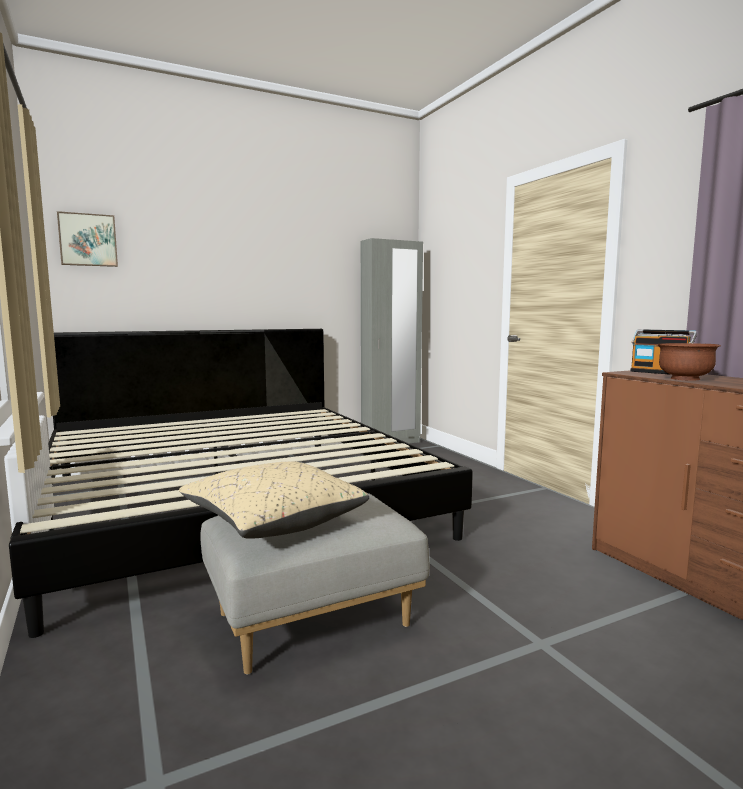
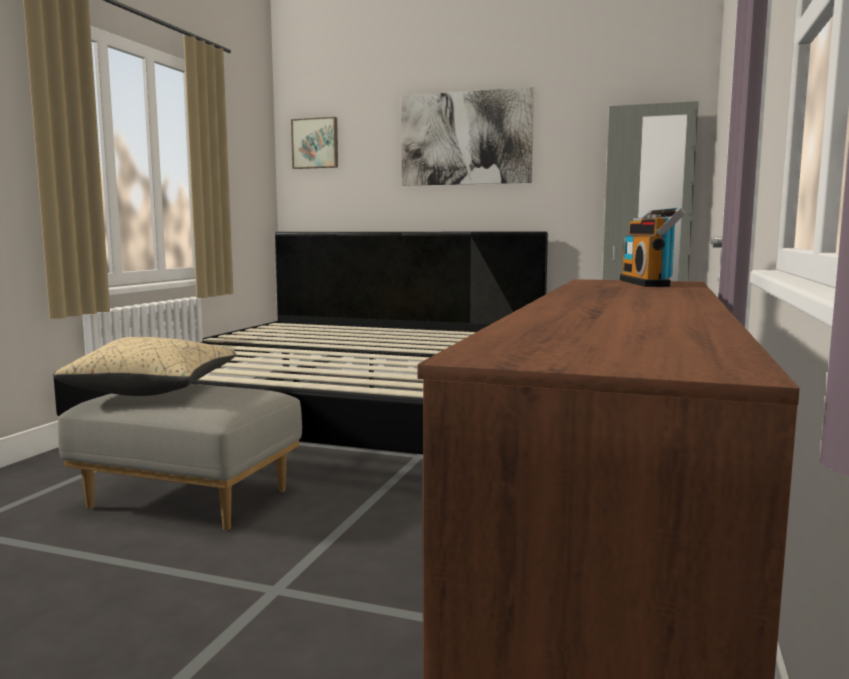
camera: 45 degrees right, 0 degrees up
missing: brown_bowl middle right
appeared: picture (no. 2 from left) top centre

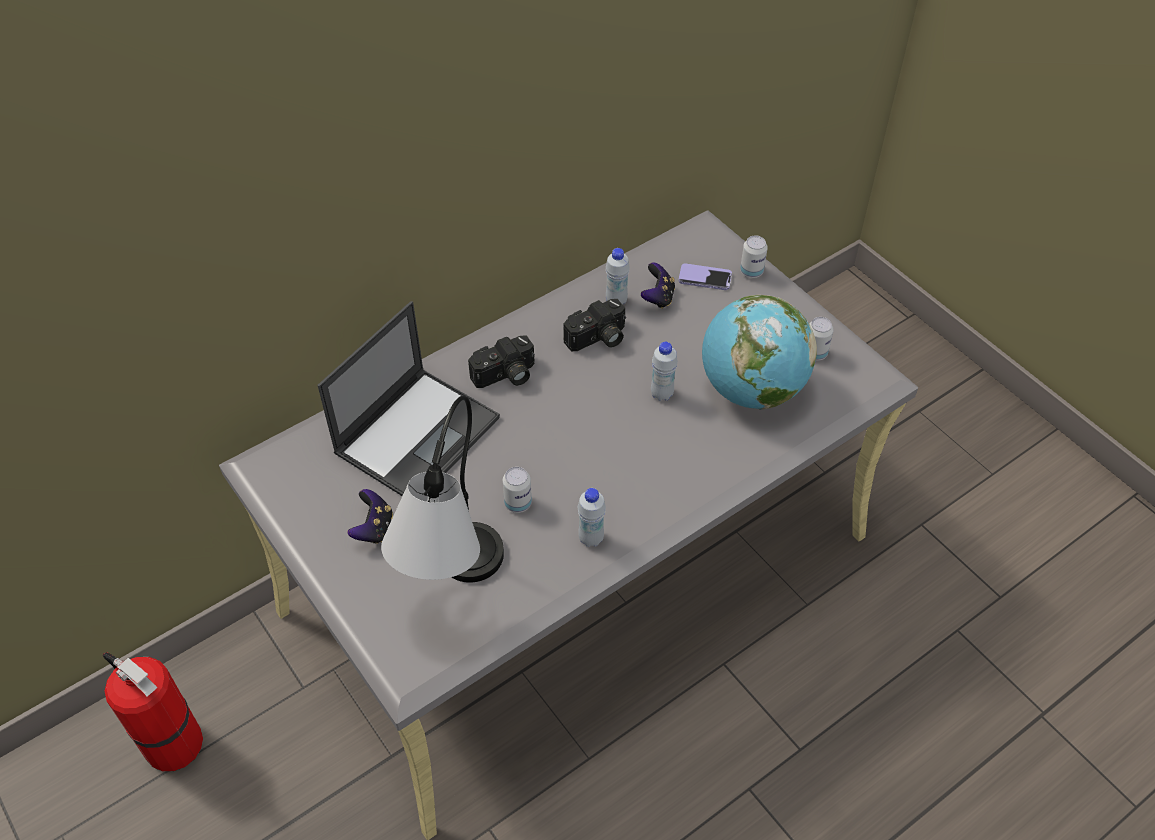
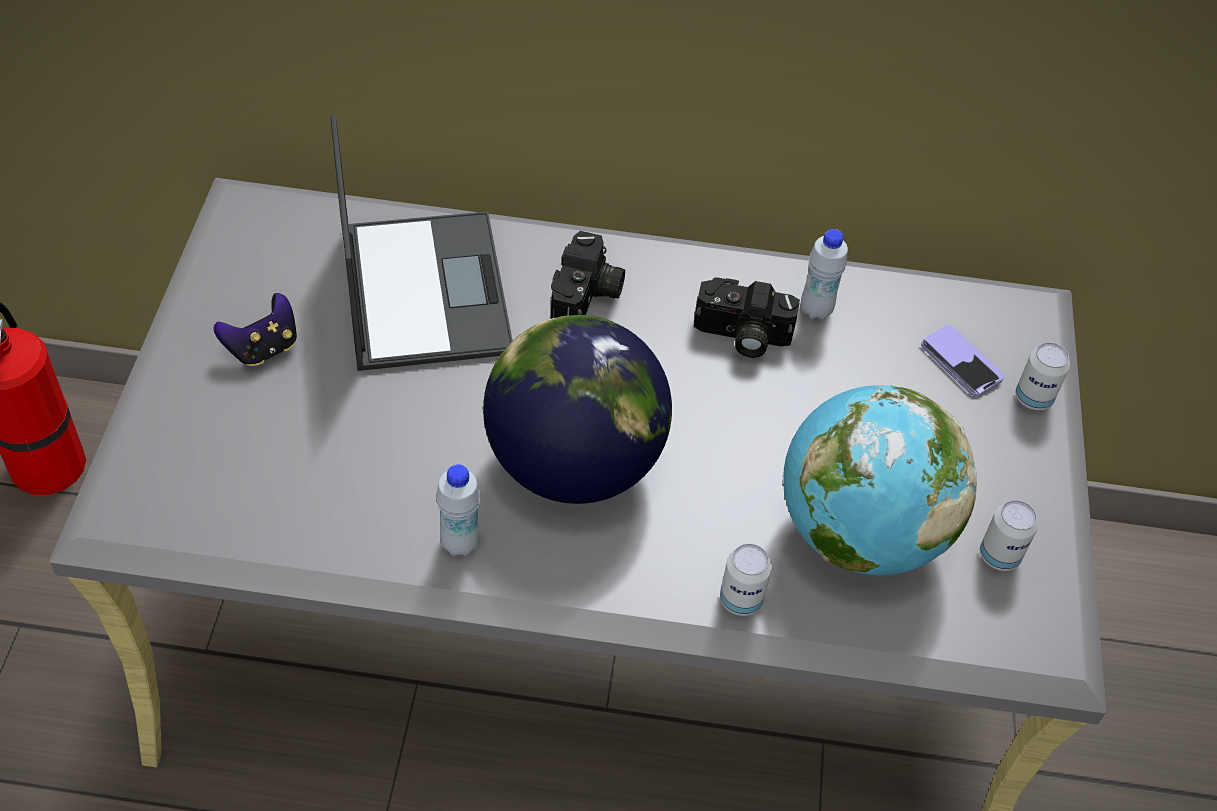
camera: 40 degrees right, 0 degrees up
missing: table_lamp centre; game_controller (no. 2 from left) centre; white_bottle (no. 3 from left) centre
appeared: globe (no. 1 from left) centre
relocated: can (no. 1 from left) centre to bottom centre
spun: laptop centre = top centre 90 degrees counterclockwise; photo_camera (no. 1 from left) centre = centre 90 degrees counterclockwise

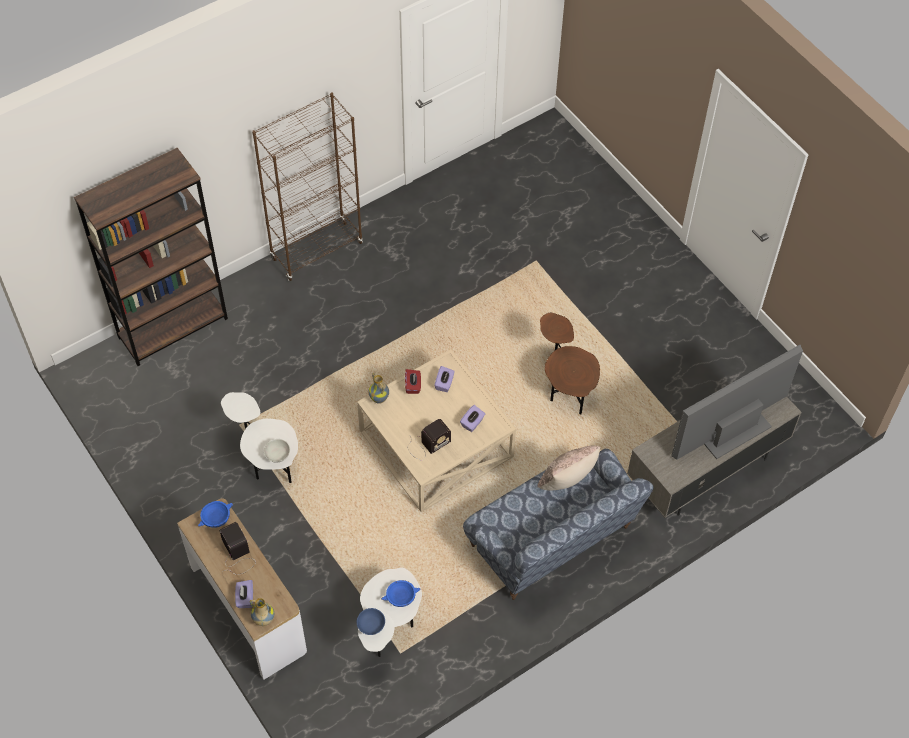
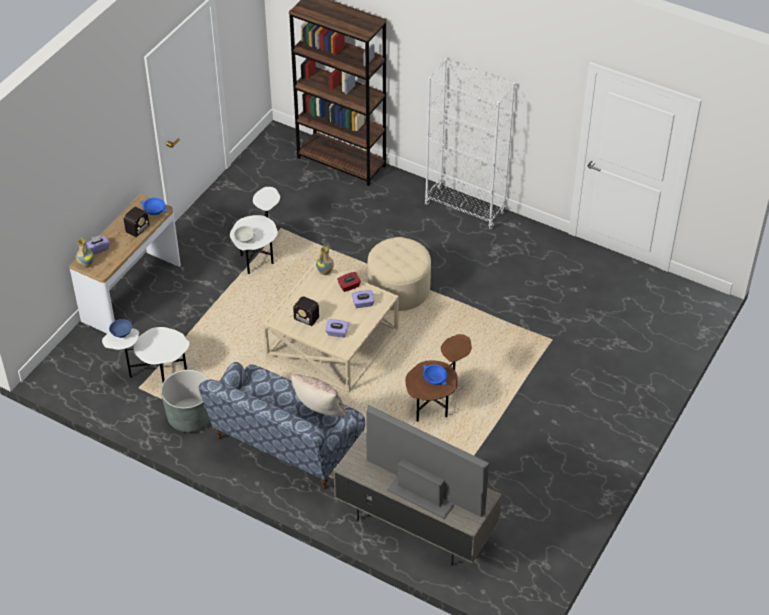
camera: 65 degrees right, 10 degrees down
appeared: grey_planter middle left; beige_ottoman centre
relocated: blue_bowl (no. 3 from left) bottom centre to centre
colour: brown_bookcase (no. 2 from left) top centre to white_bookcase top centre

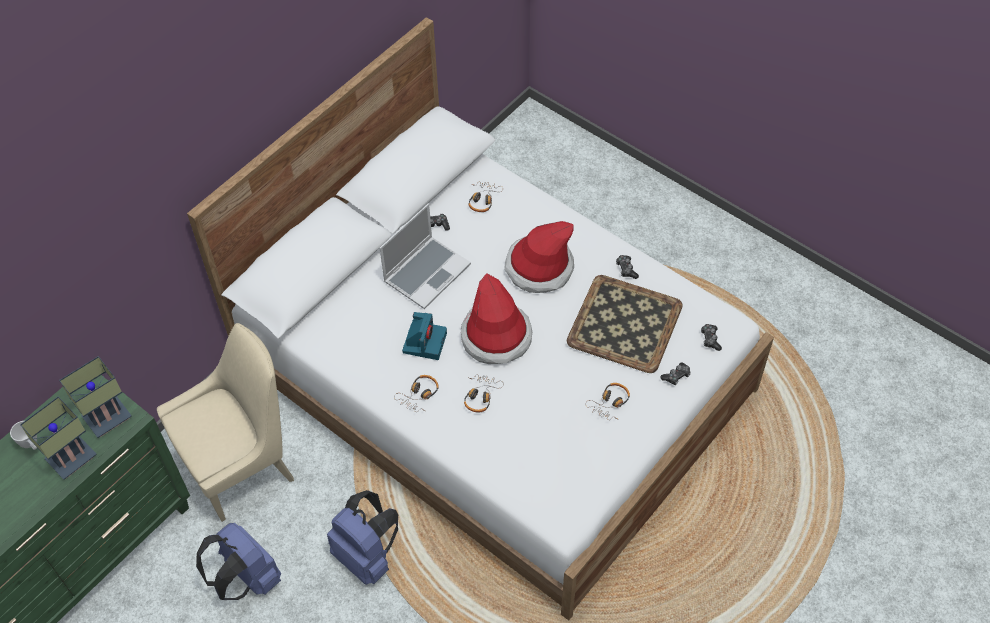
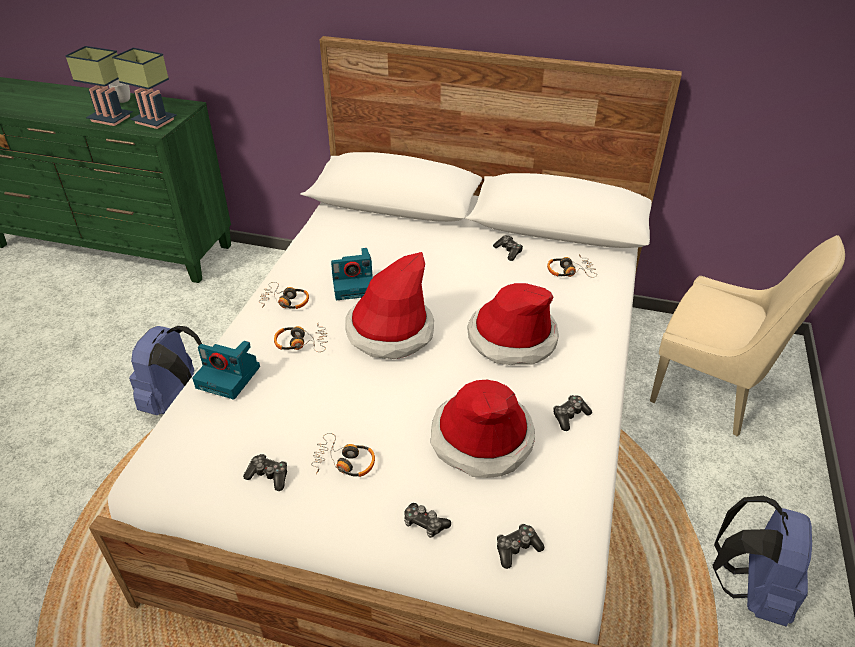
camera: 65 degrees right, 15 degrees down
missing: laptop centre
appeared: photo_camera (no. 1 from left) middle left; game_controller (no. 1 from left) bottom left
relocated: beige_chair bottom left to middle right; blue_backpack (no. 1 from left in the first image) bottom left to blue_backpack (no. 2 from left) bottom right
exchanged: tray centre to hat (no. 2 from left) centre

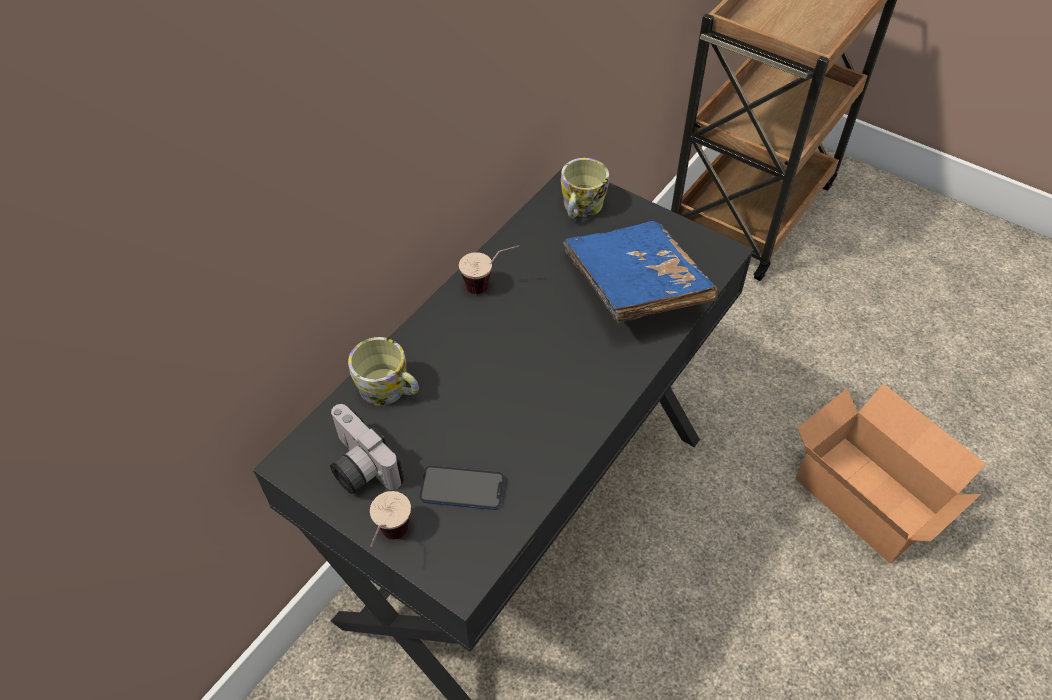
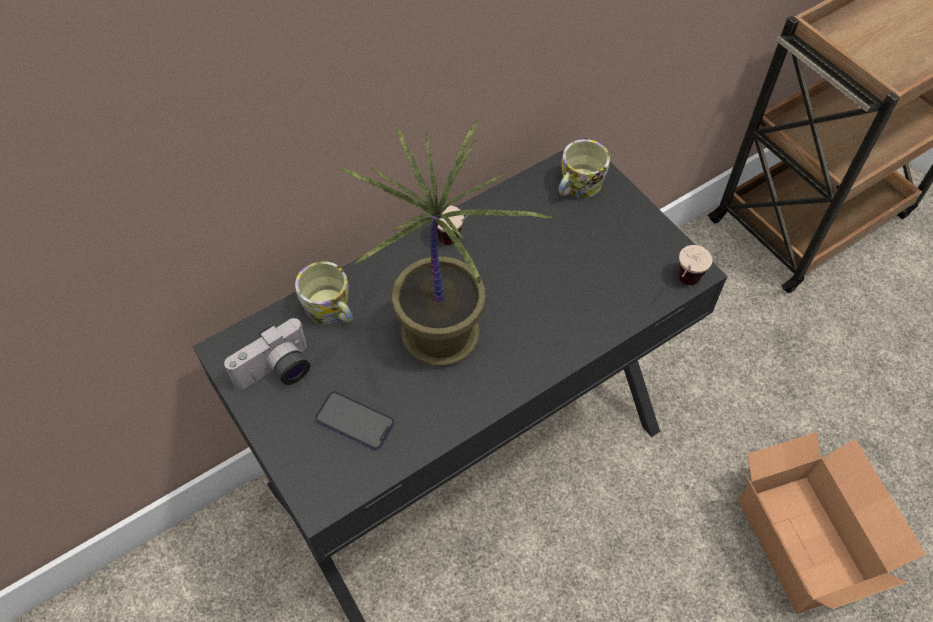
camera: 20 degrees right, 5 degrees up
missing: blue_book centre
appeared: potted_plant centre
relocated: cup (no. 1 from left in the first image) bottom centre to cup (no. 2 from left) middle right
spun: photo_camera centre = middle left 105 degrees counterclockwise

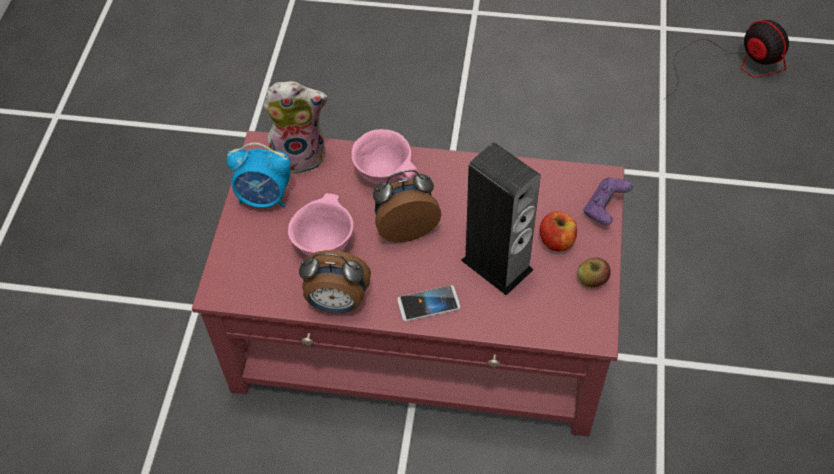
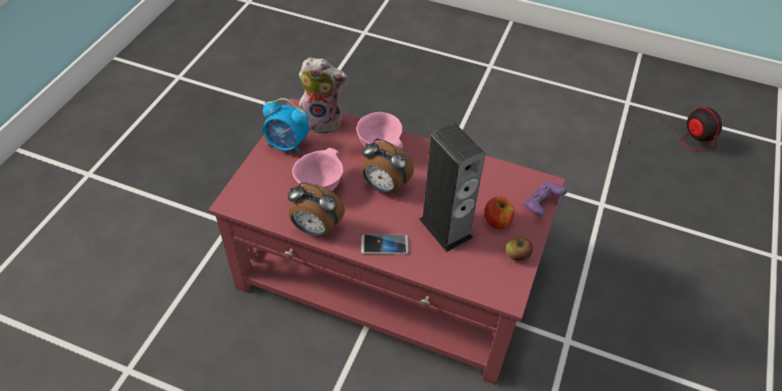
camera: 10 degrees right, 5 degrees down
spun: alarm_clock (no. 3 from left) centre = centre 150 degrees counterclockwise

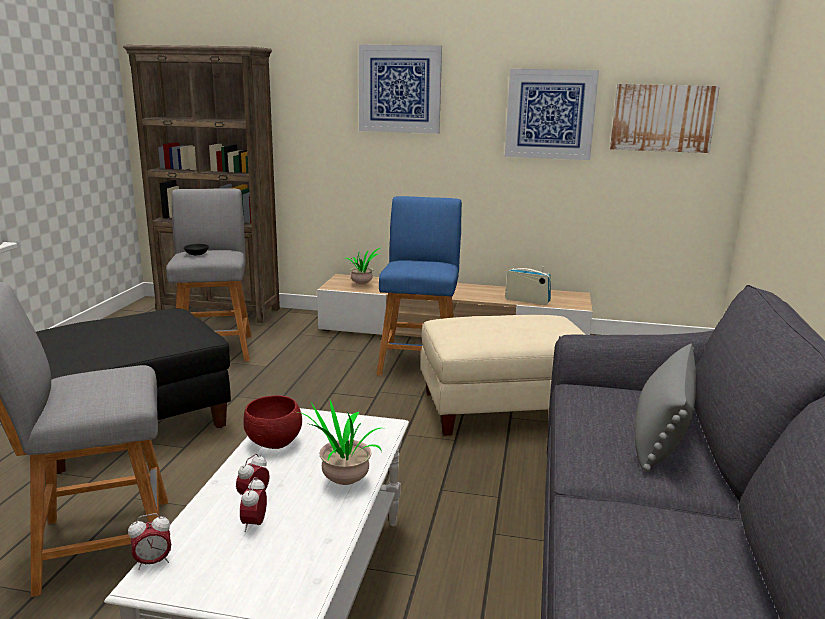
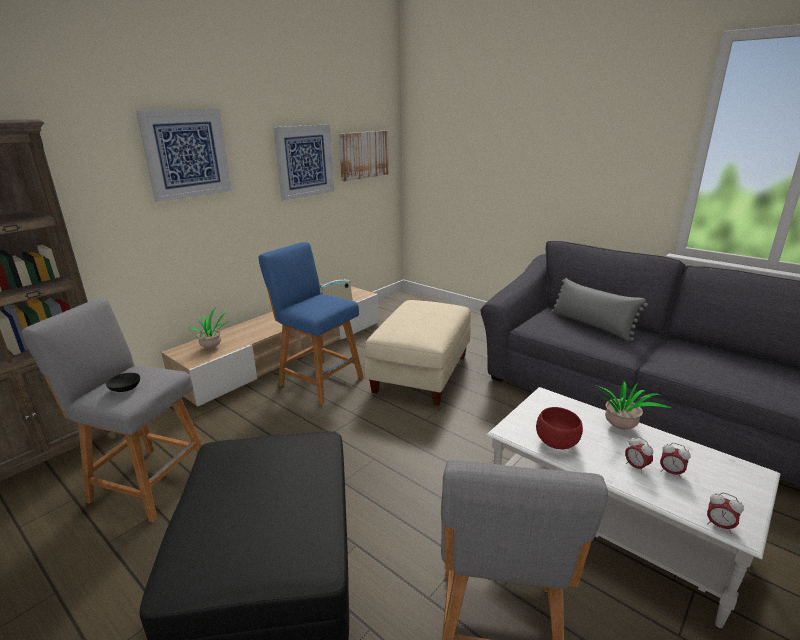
camera: 60 degrees left, 5 degrees up
spun: alarm_clock (no. 1 from left in the first image) bottom left = bottom right 120 degrees clockwise

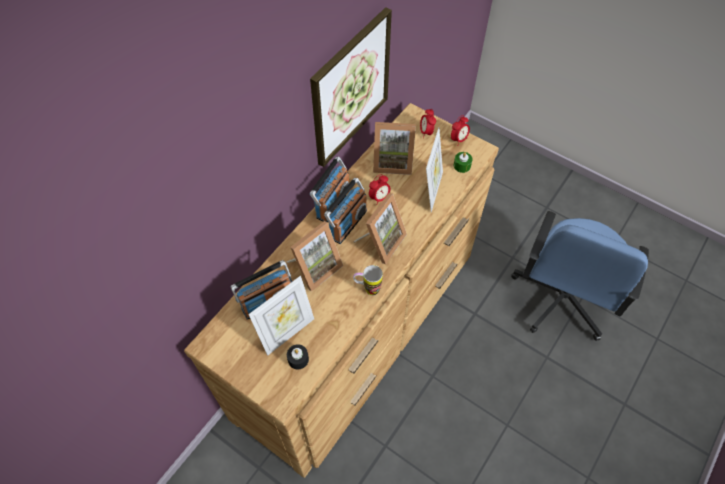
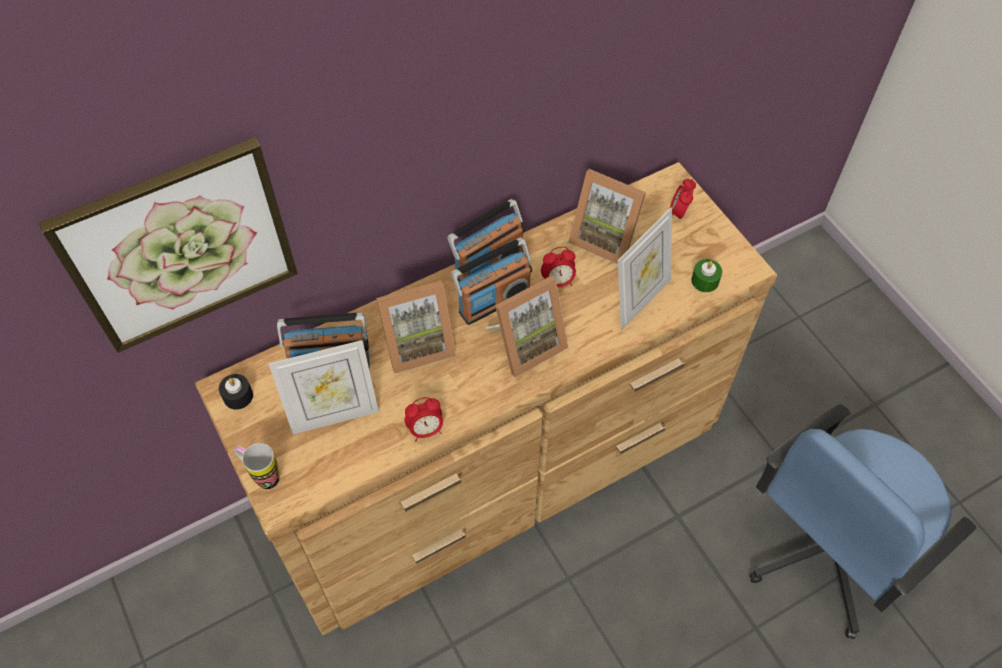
camera: 25 degrees right, 0 degrees up
relocated: picture top centre to middle left; black_candle bottom centre to middle left; mug centre to bottom left; alarm_clock (no. 3 from left in the first image) top centre to alarm_clock (no. 1 from left) centre

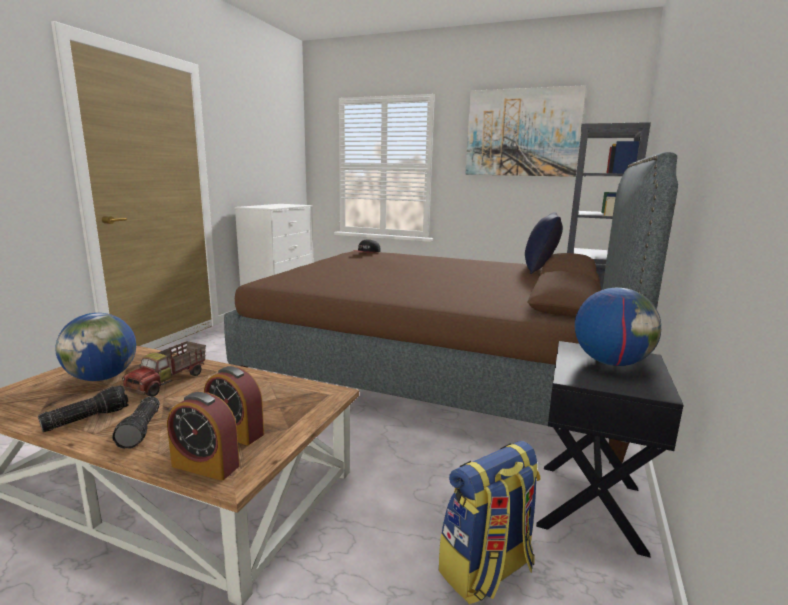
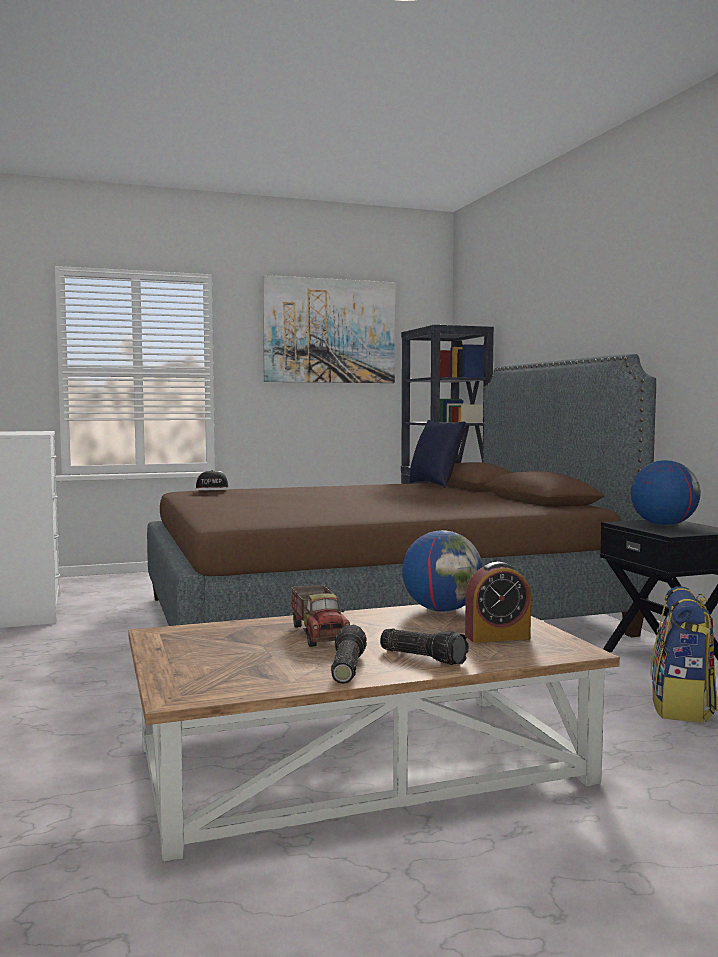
camera: 40 degrees left, 10 degrees down
missing: alarm_clock (no. 1 from left) bottom left
relocated: globe (no. 1 from left) middle left to centre

